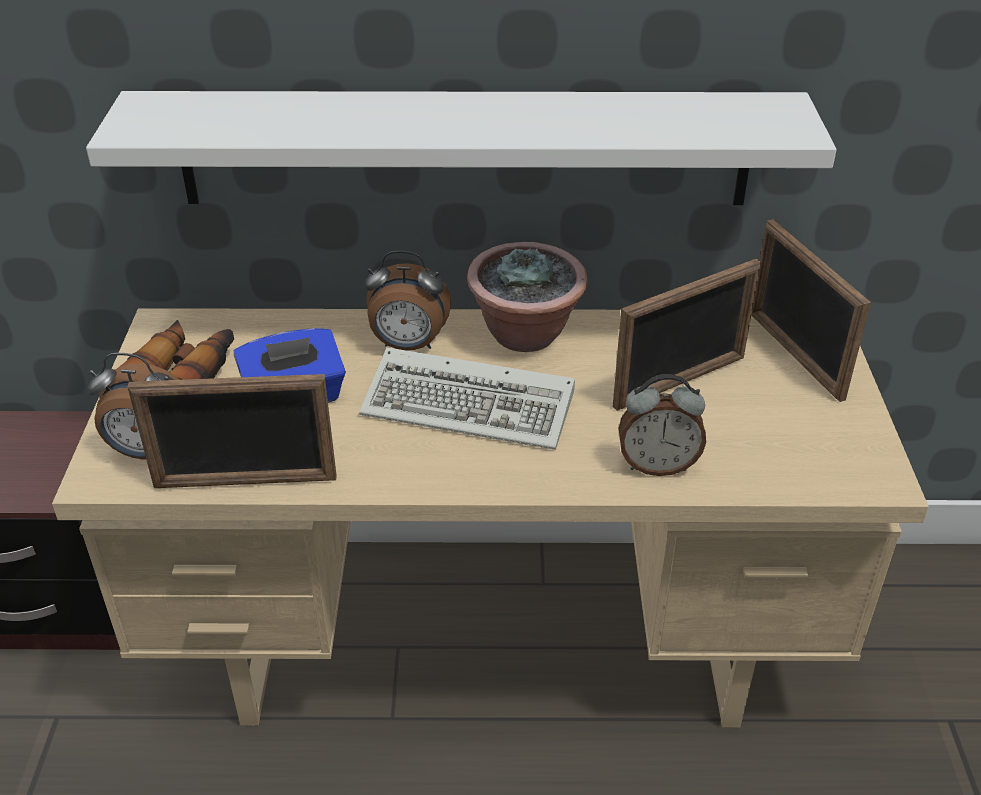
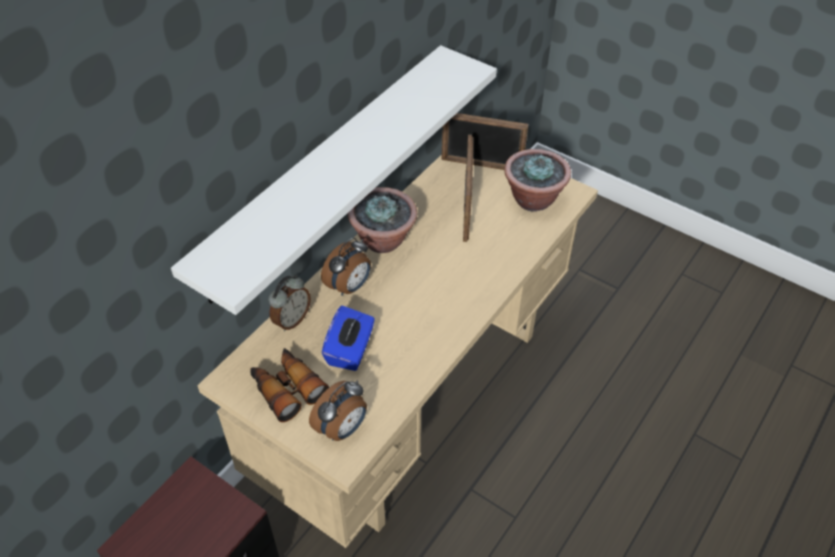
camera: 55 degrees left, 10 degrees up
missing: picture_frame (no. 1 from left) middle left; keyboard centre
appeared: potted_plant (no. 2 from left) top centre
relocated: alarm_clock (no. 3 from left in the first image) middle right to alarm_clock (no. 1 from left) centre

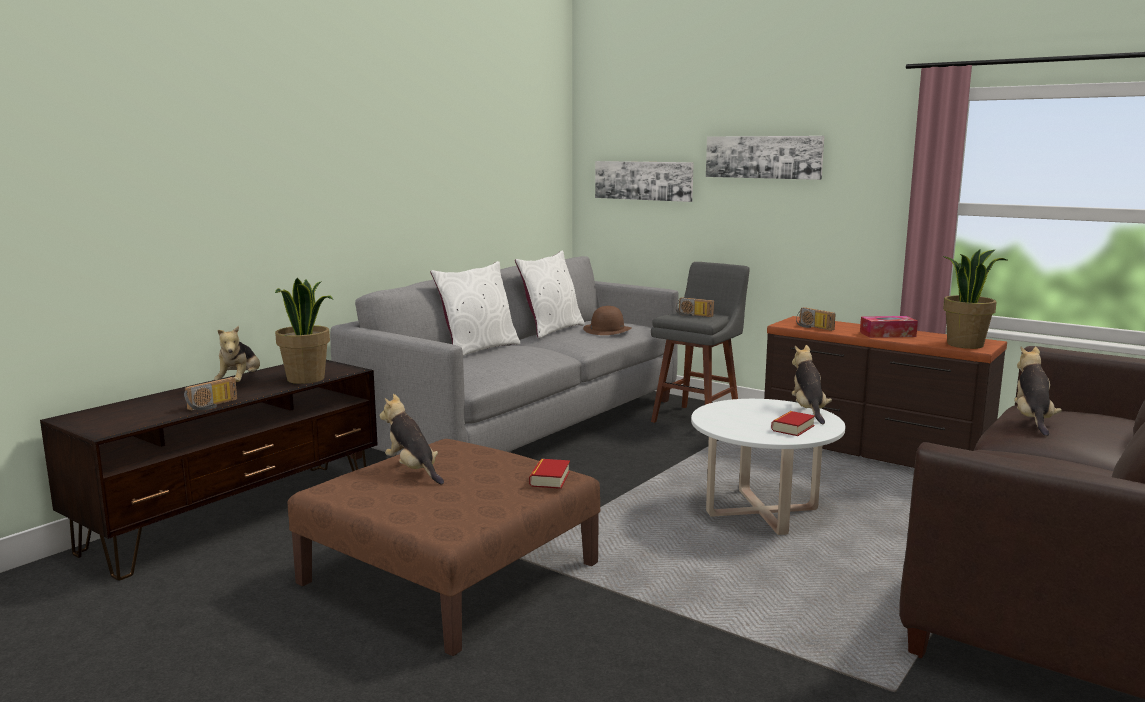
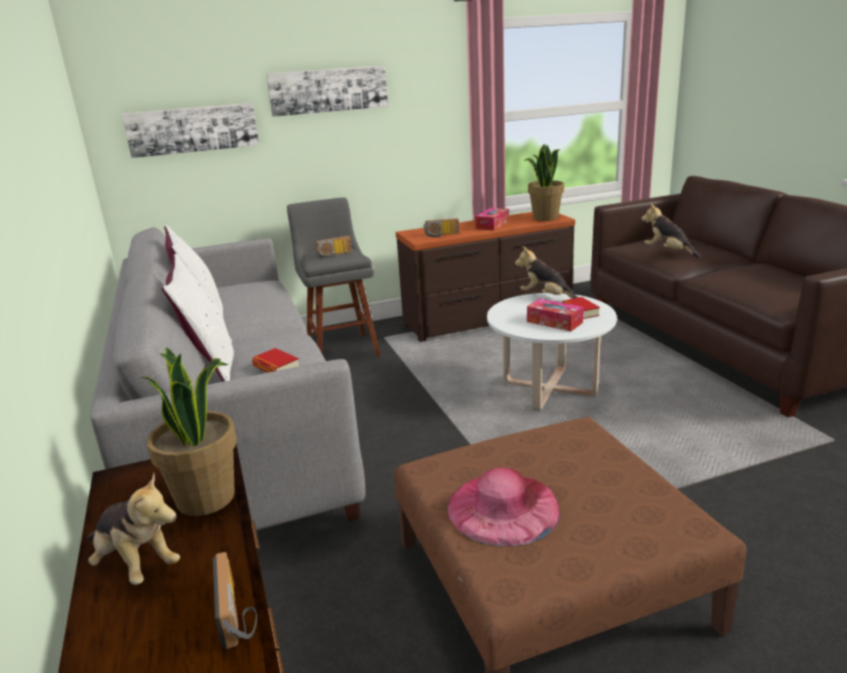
camera: 55 degrees left, 10 degrees up
missing: brown_hat centre
appeared: tissue_box (no. 2 from left) centre
relocated: book (no. 1 from left) bottom centre to middle left
exchanged: plush_toy (no. 2 from left) centre to pink_hat bottom centre

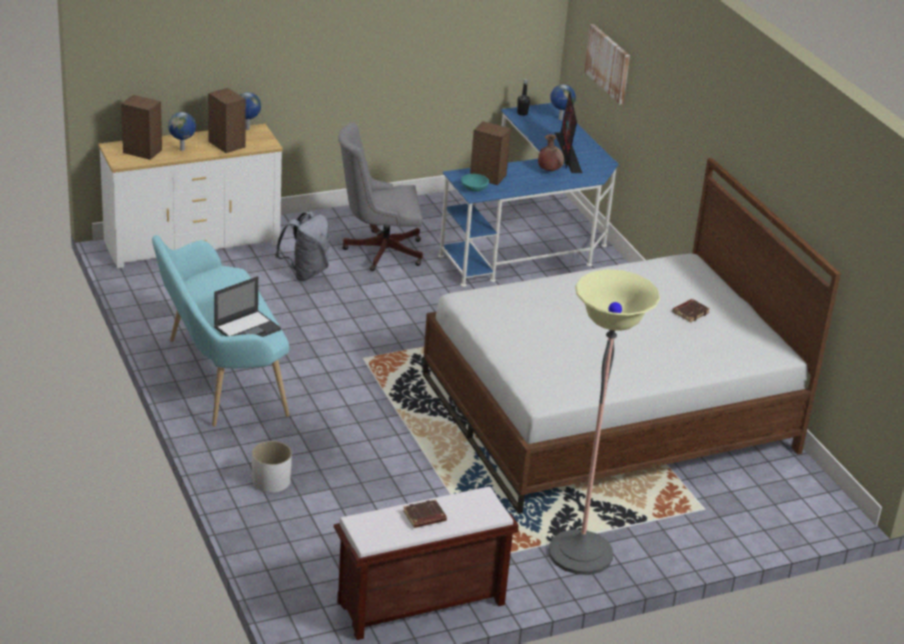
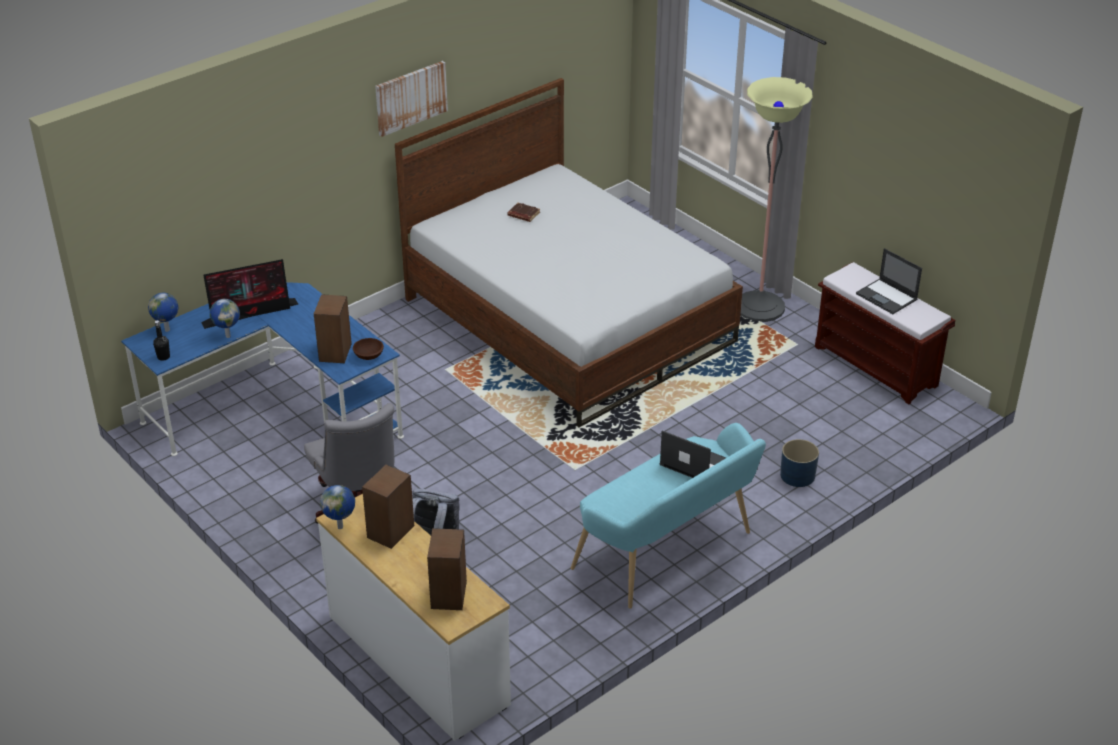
camera: 105 degrees left, 5 degrees up
missing: brown_vase top centre
relocated: globe (no. 1 from left in the first image) top left to globe (no. 2 from left) middle left; picture top right to top centre
exchanged: brown_book (no. 1 from left) bottom centre to laptop (no. 2 from left) middle right
colour: turquoise_bowl top centre to brown_bowl middle left; white_planter bottom left to blue_planter middle right

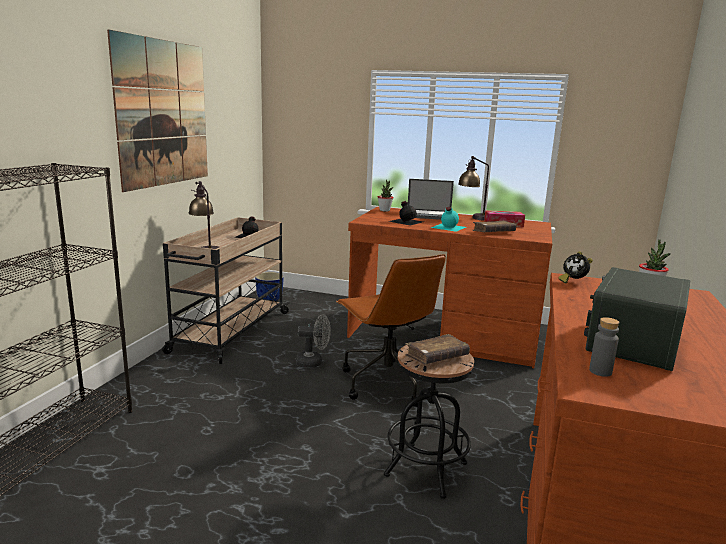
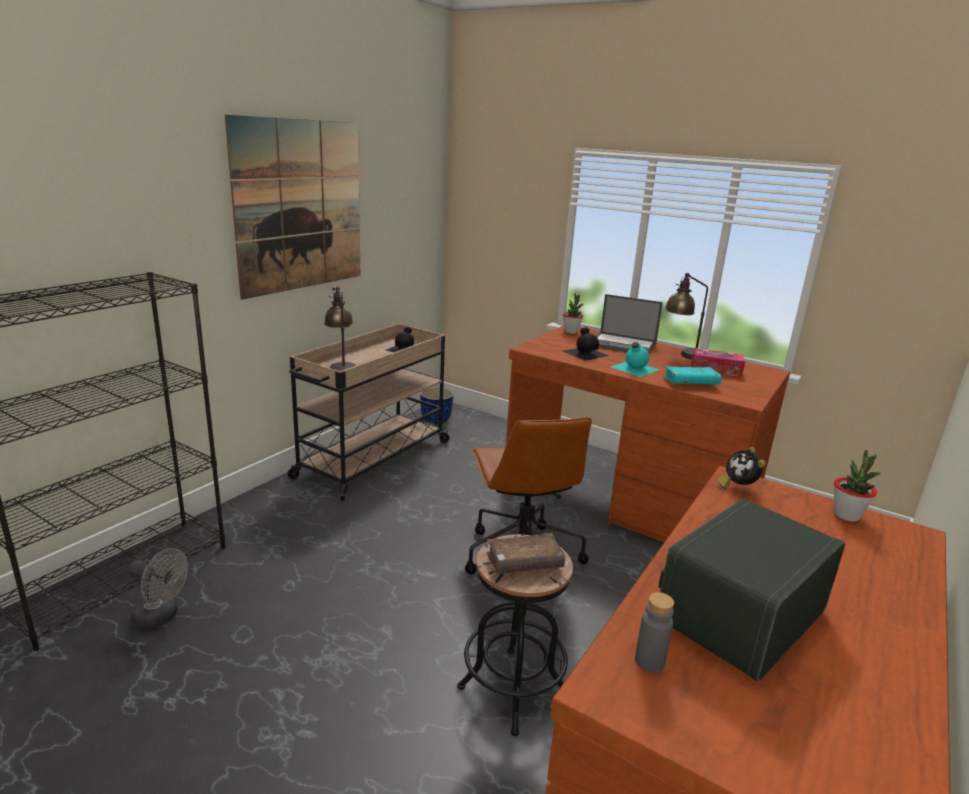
camera: 15 degrees right, 5 degrees up
relocated: grey_fan centre to bottom left
colour: brown_book (no. 2 from left) middle right to turquoise_book middle right

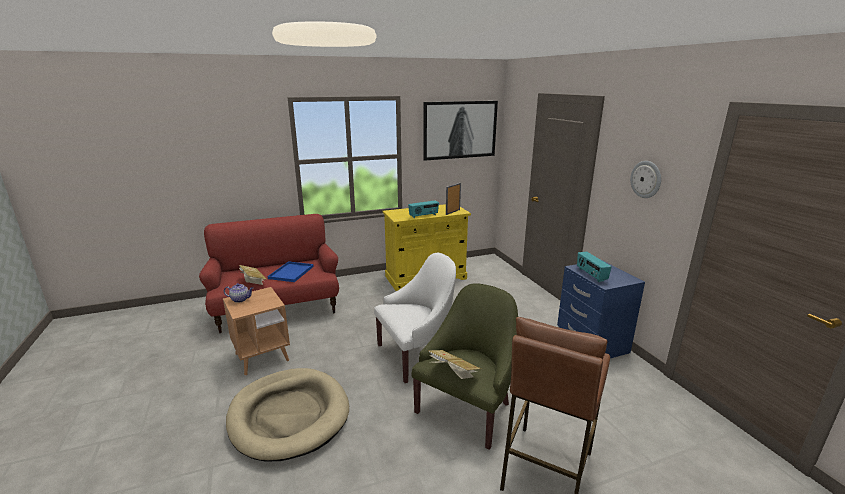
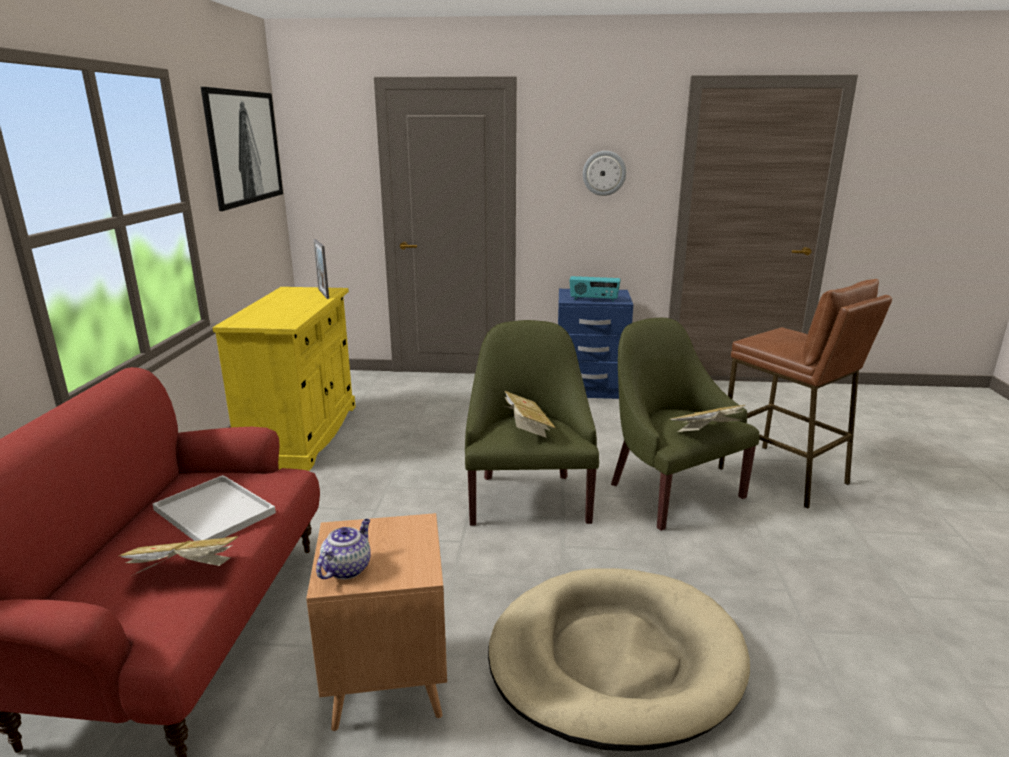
camera: 65 degrees left, 0 degrees up
missing: radio (no. 1 from left) centre
appeared: book (no. 2 from left) centre
colour: blue_tray centre to white_tray bottom left; white_armchair centre to green_armchair (no. 1 from left) centre

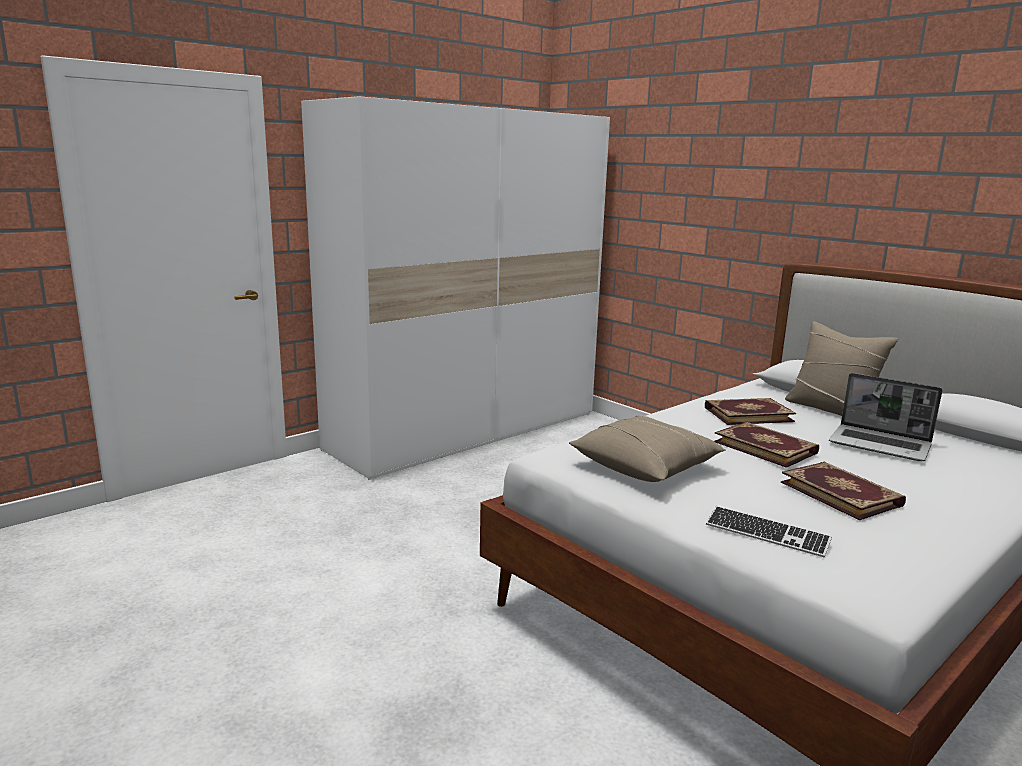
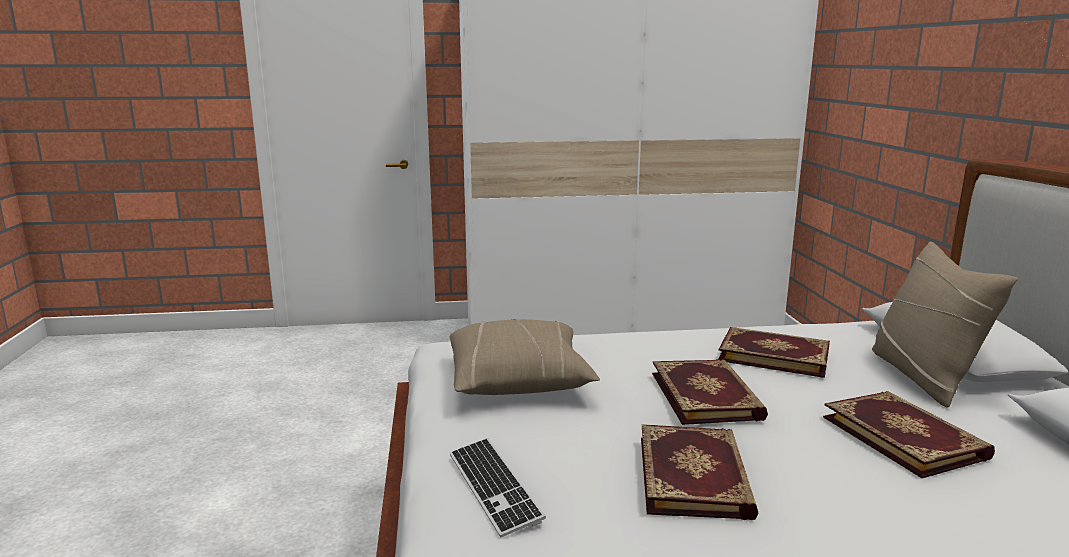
camera: 35 degrees right, 0 degrees up
exchanged: laptop middle right to book (no. 4 from left) bottom right

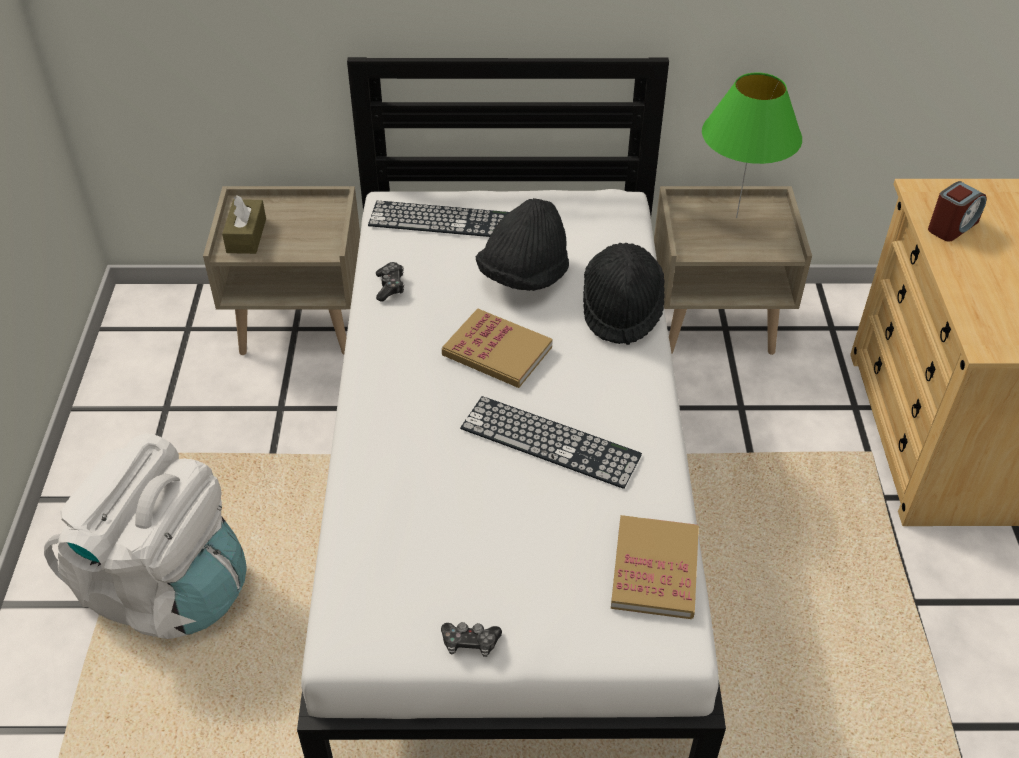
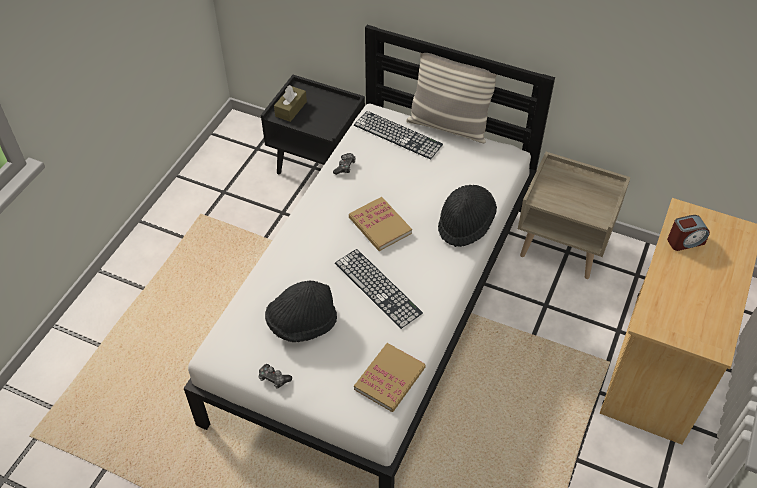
camera: 25 degrees right, 5 degrees up
missing: white_backpack bottom left; green_table_lamp top right
appeared: pillow top centre
relocated: black_hat (no. 1 from left) top centre to centre
colour: beige_nightstand (no. 1 from left) middle left to black_nightstand top centre

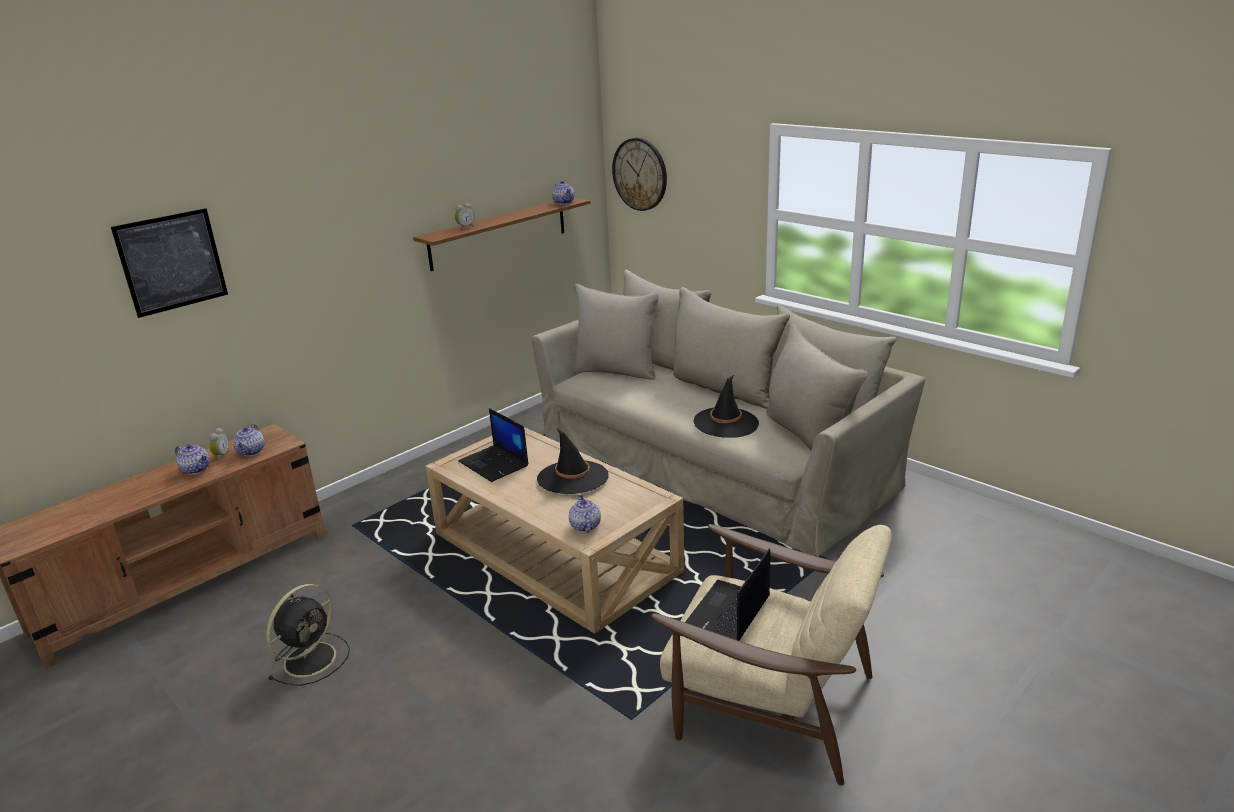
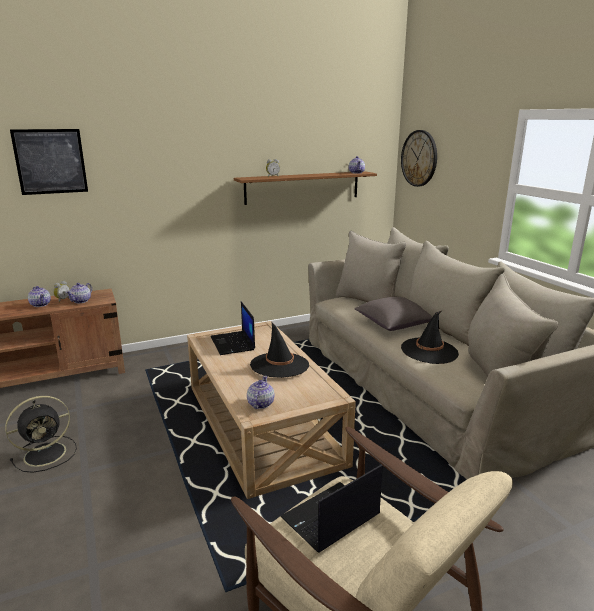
camera: 20 degrees right, 5 degrees down
appeared: grey_pillow centre

